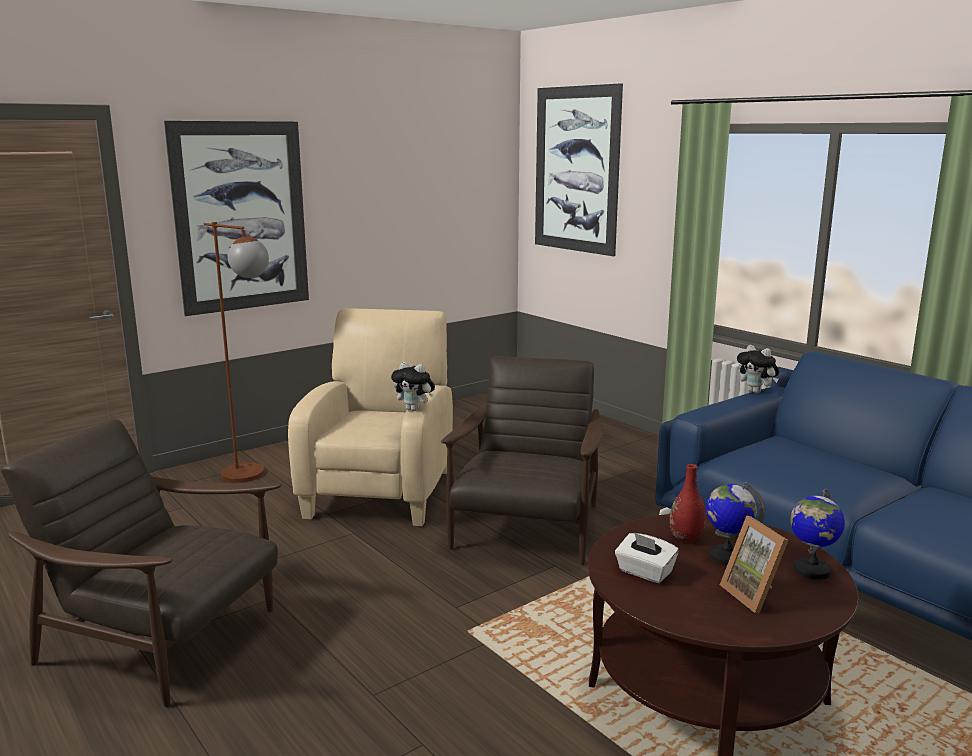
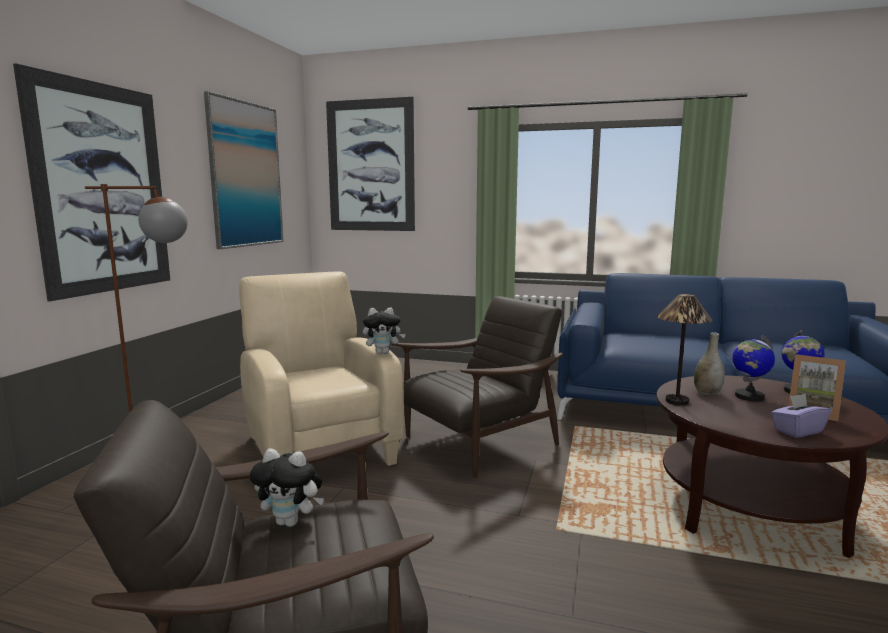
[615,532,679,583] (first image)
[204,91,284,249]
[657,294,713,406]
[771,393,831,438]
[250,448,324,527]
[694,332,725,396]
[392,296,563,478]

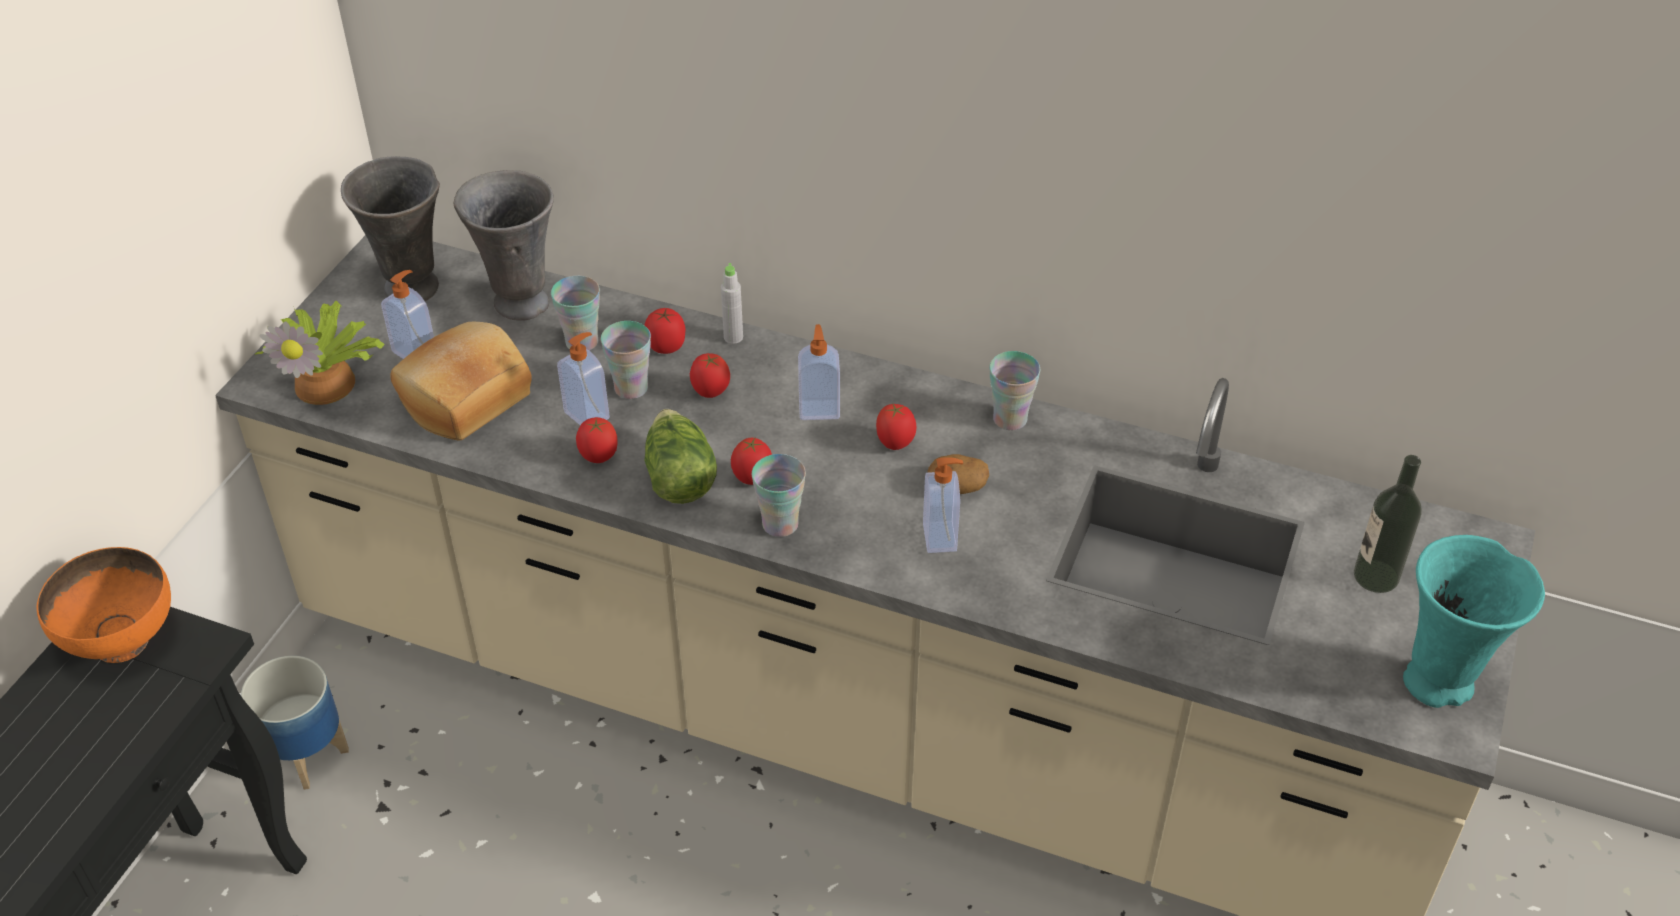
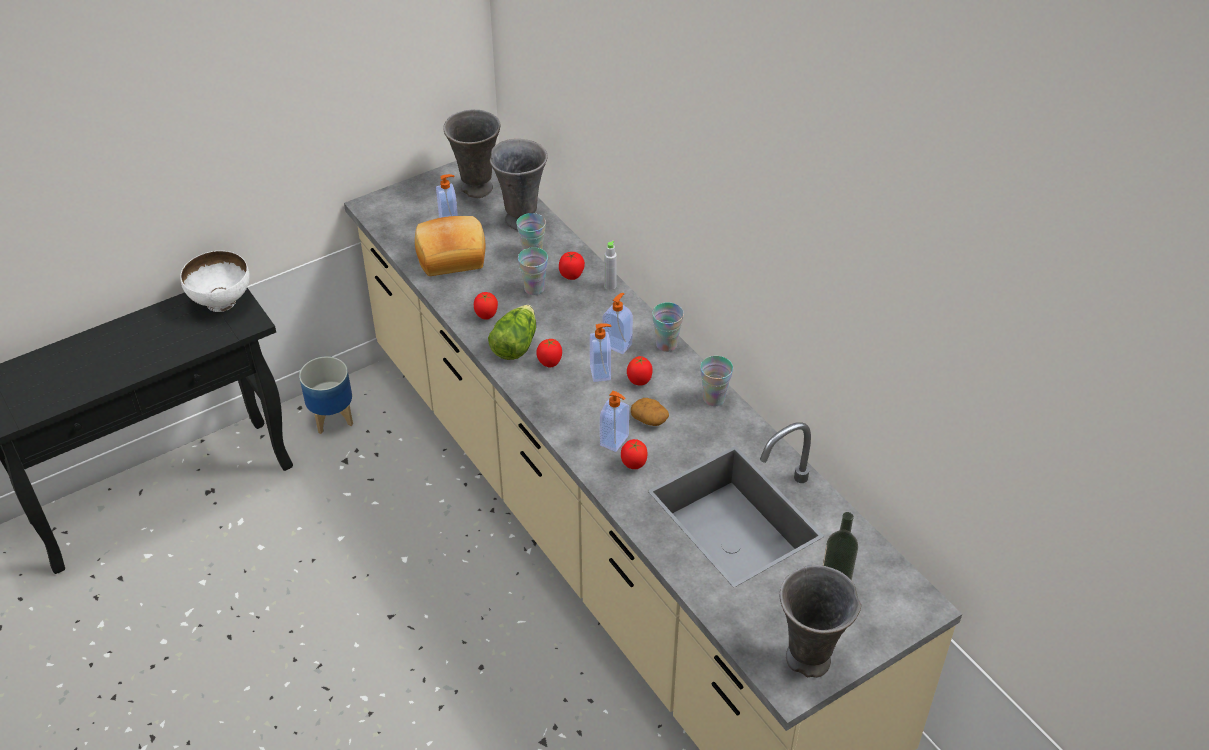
[254,301,385,405] (first image)
[590,323,612,382]
[621,439,648,469]
[652,303,684,352]
[180,251,250,312]
[780,565,861,678]

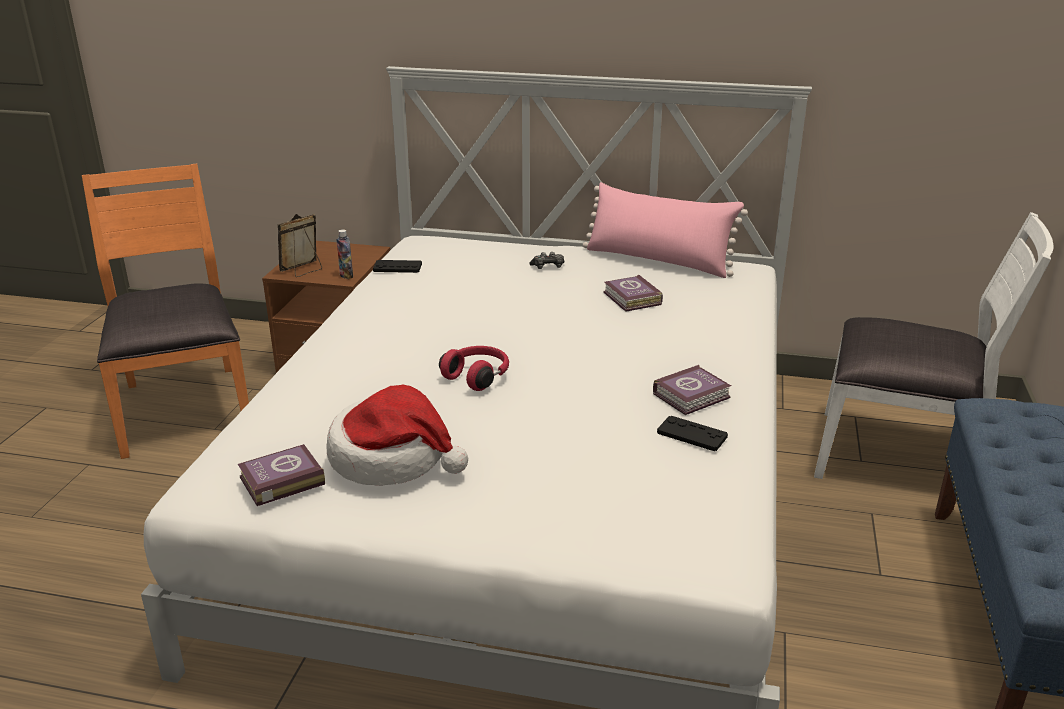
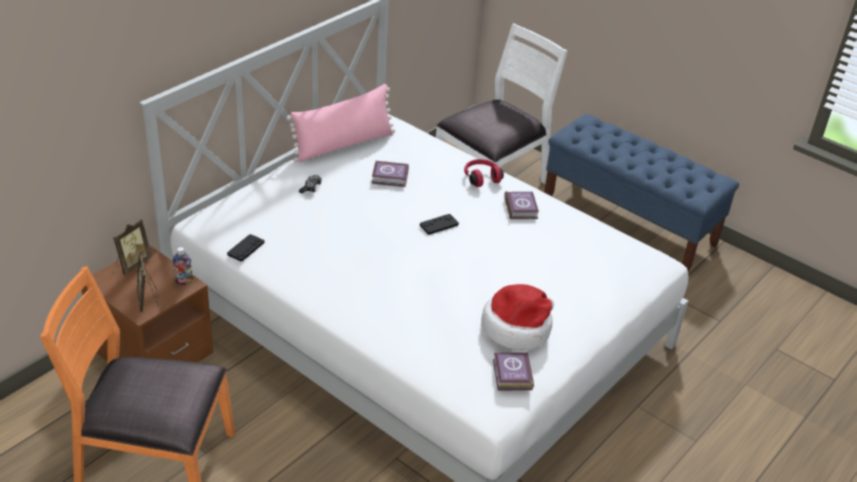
[113,219,152,275]
[464,159,504,187]
[420,214,459,235]

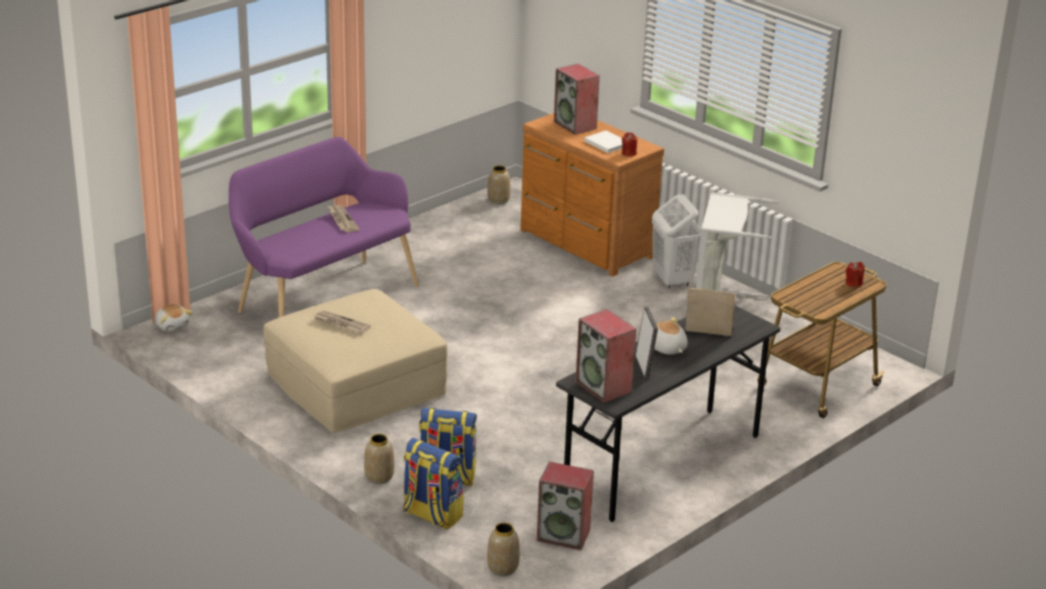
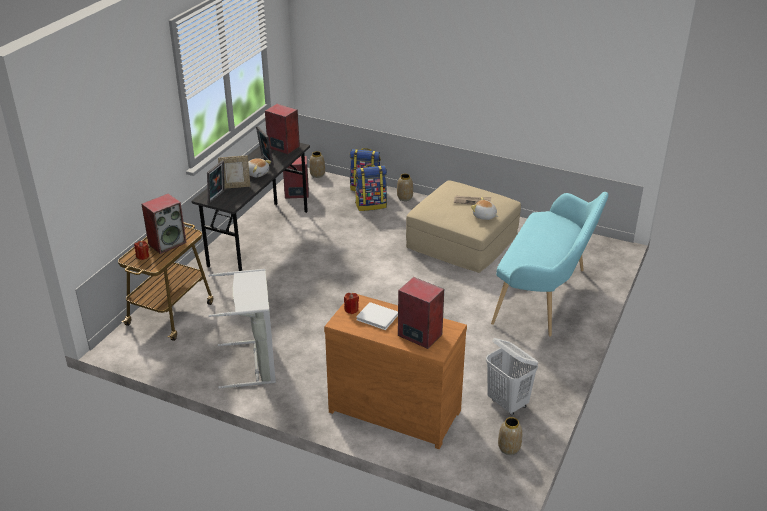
[328,205,359,232] (first image)
[142,193,186,254]
[207,161,225,203]
[471,197,498,220]
[486,338,538,416]
[491,192,608,336]

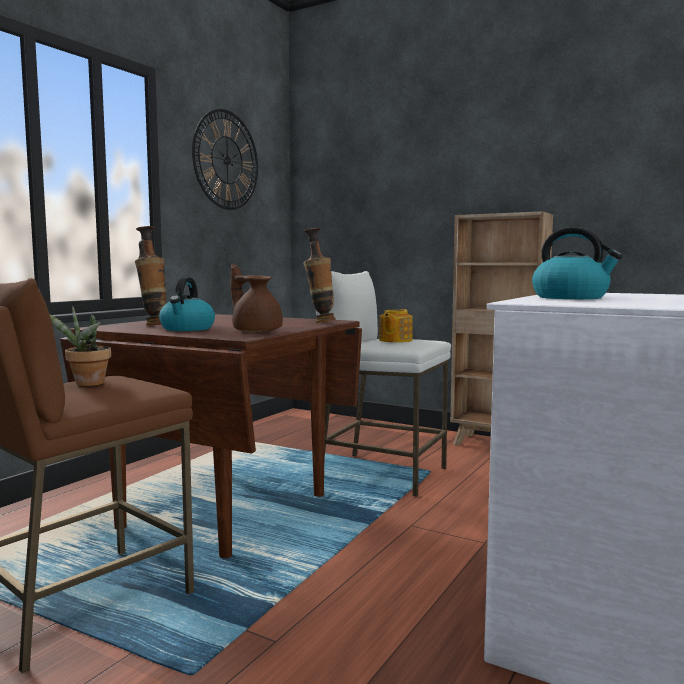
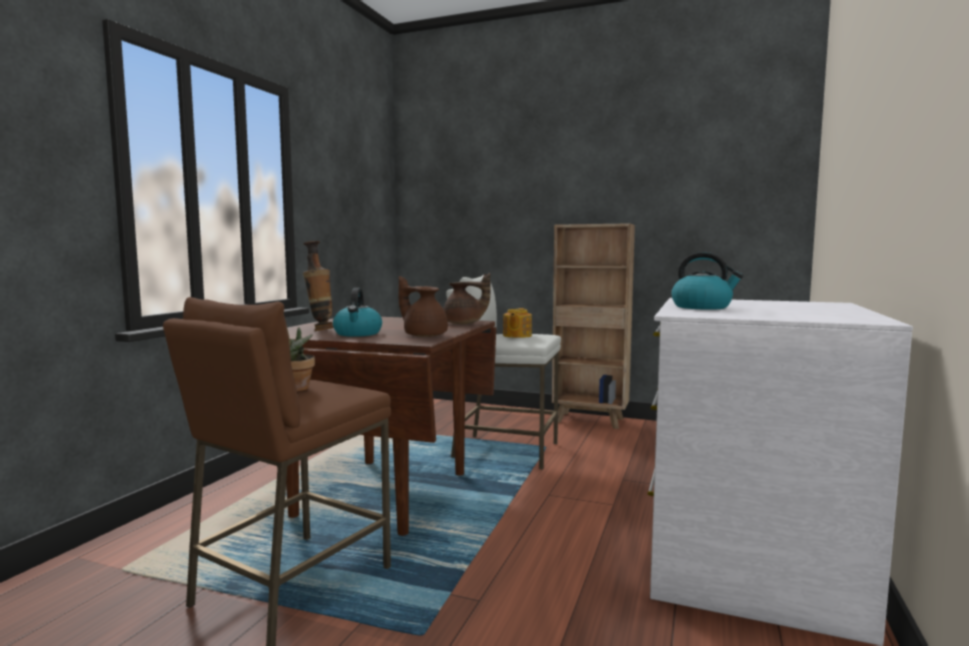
[192,109,258,210] (first image)
[444,273,491,324]

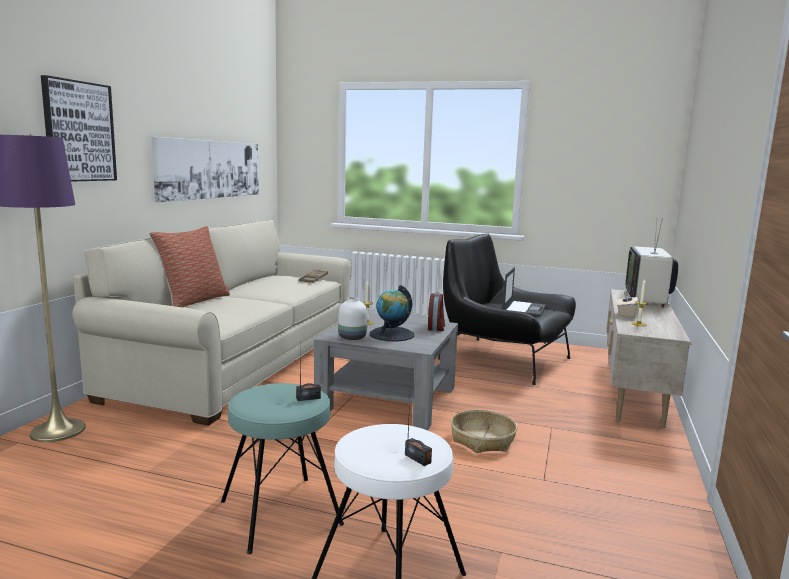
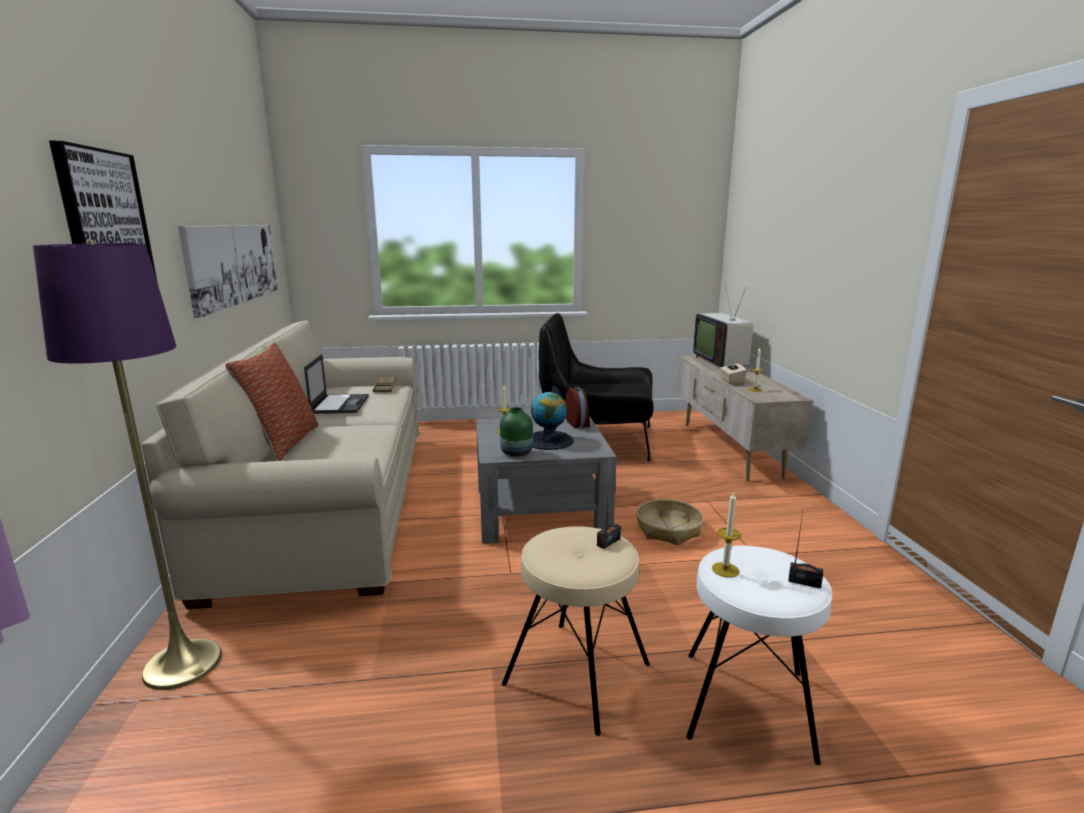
[712,492,741,578]
[304,354,369,414]
[502,526,650,736]
[500,407,533,457]

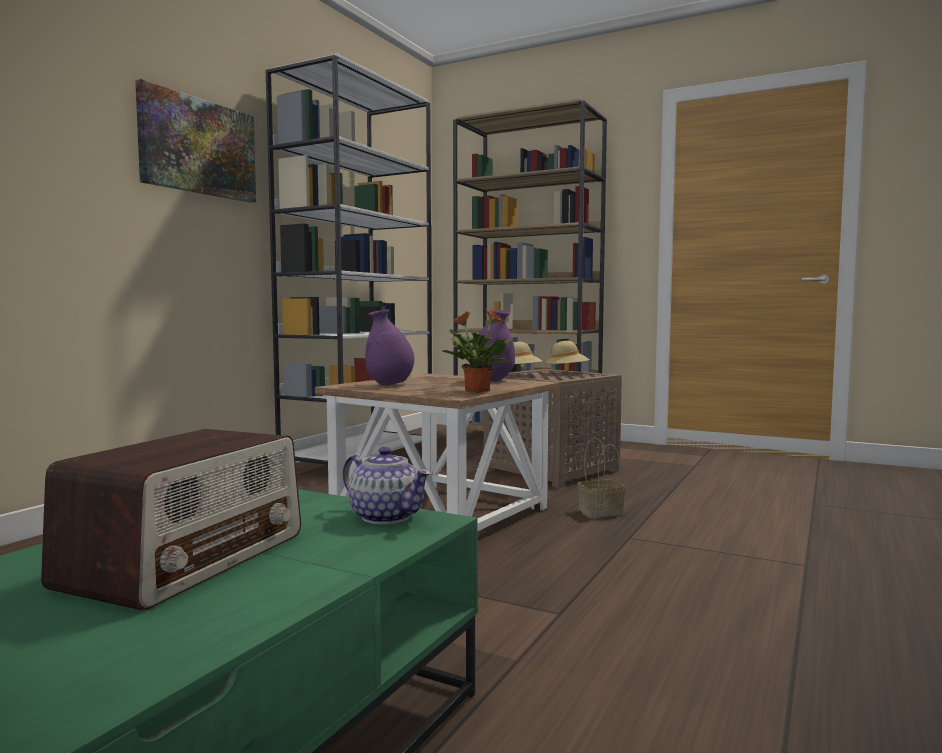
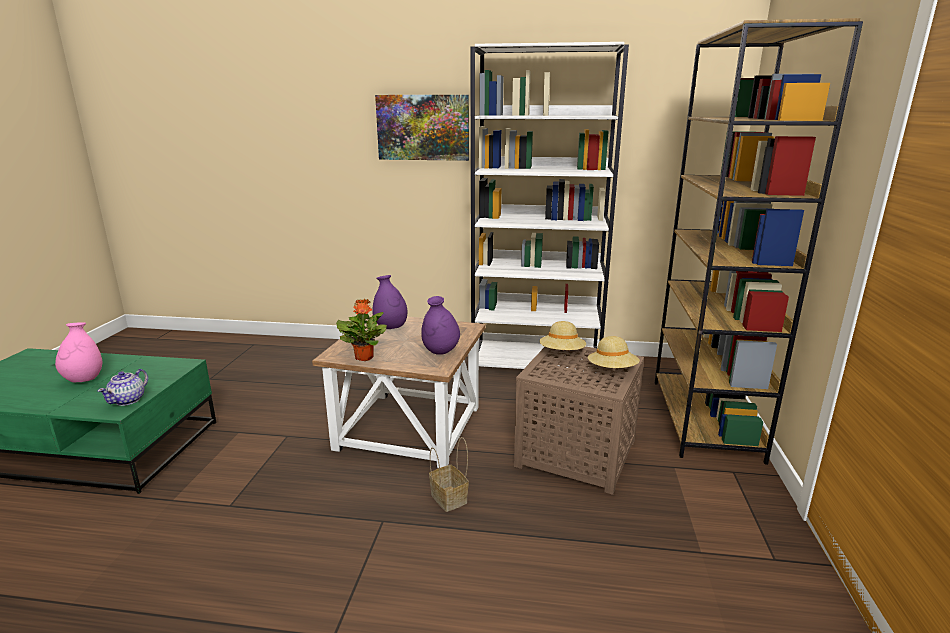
[55,322,102,382]

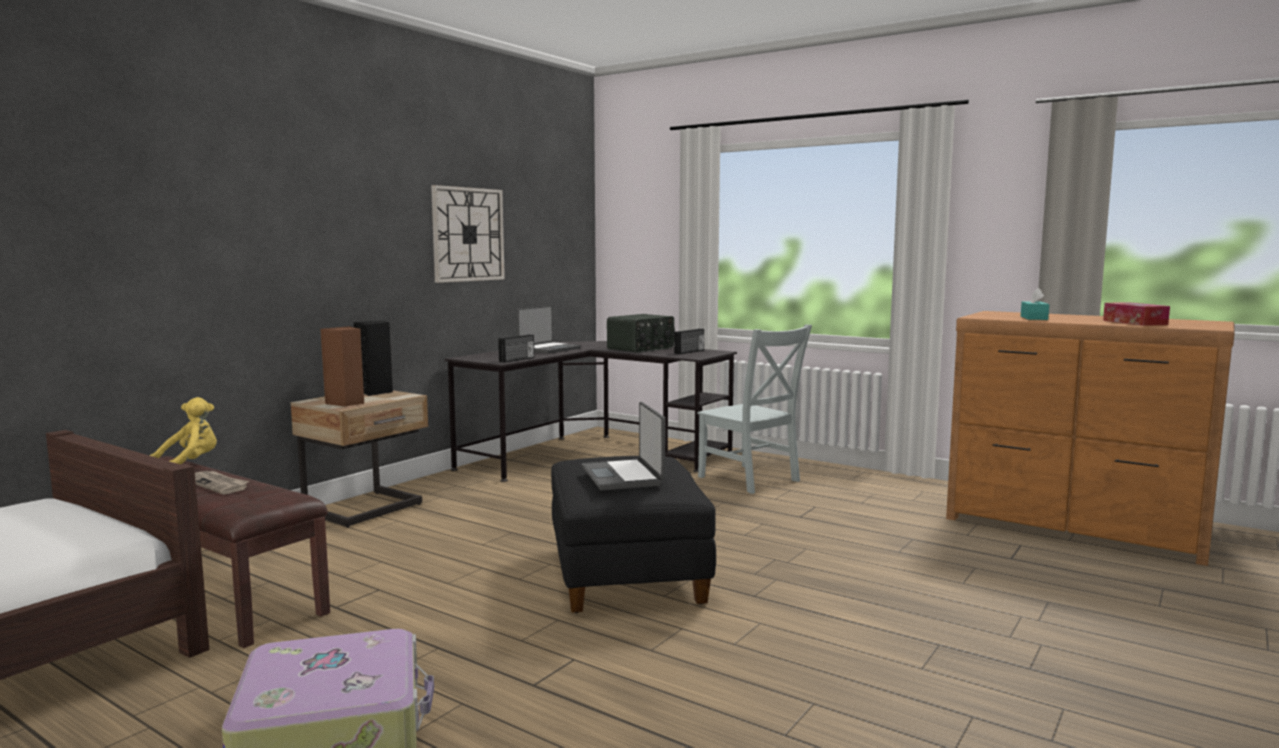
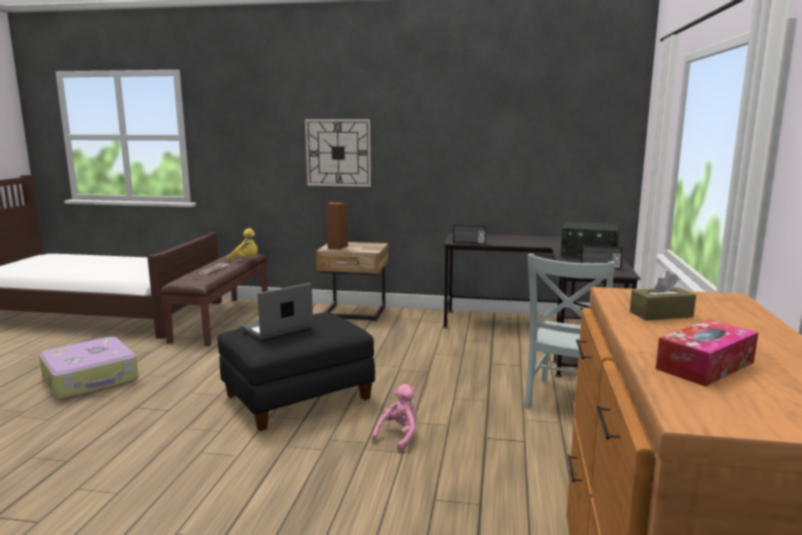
[354,321,393,396] (first image)
[517,306,581,354] (first image)
[372,384,417,451]
[305,119,371,187]
[630,271,696,320]

